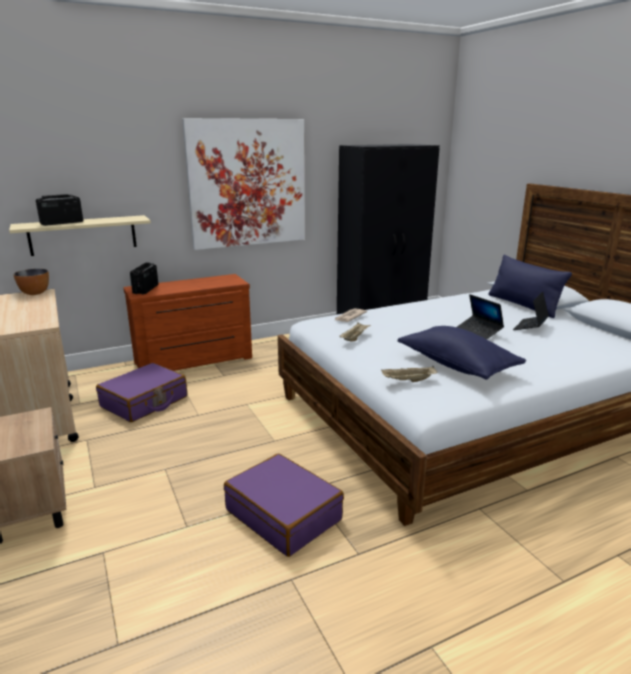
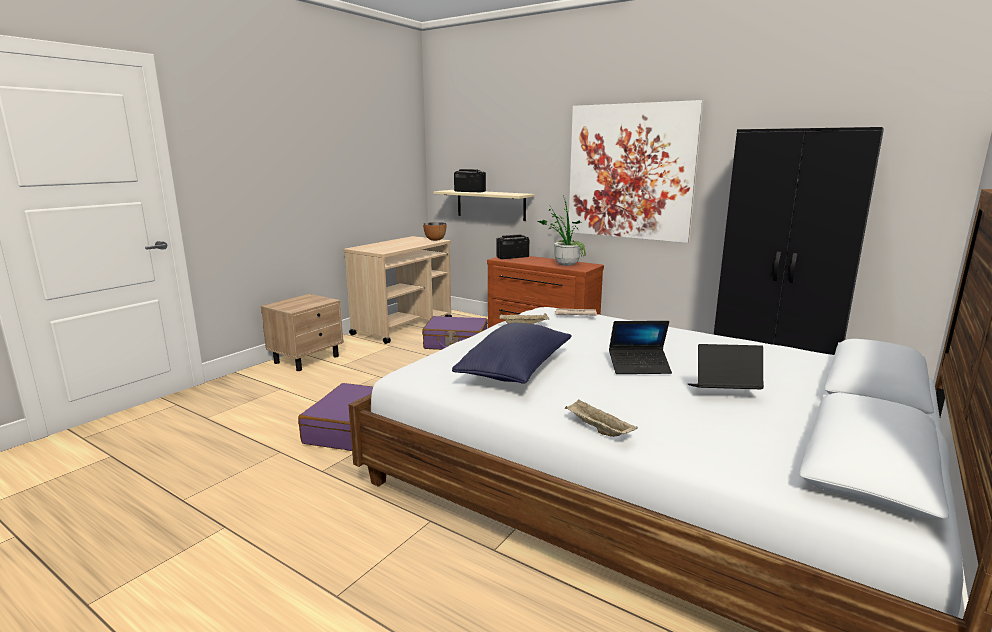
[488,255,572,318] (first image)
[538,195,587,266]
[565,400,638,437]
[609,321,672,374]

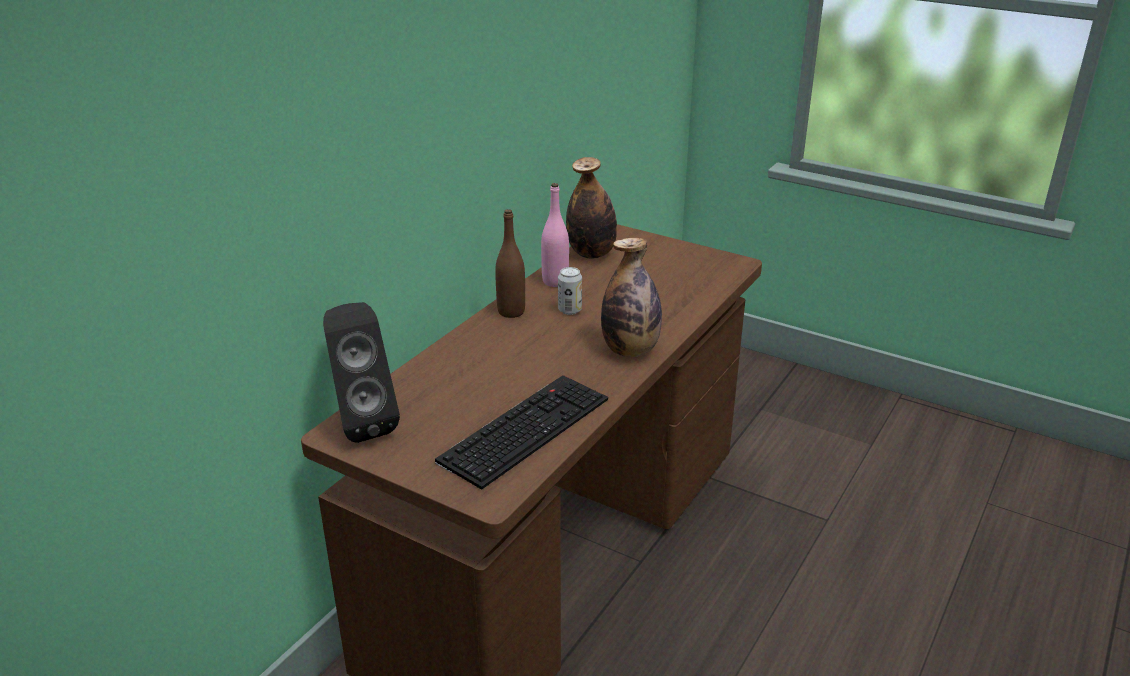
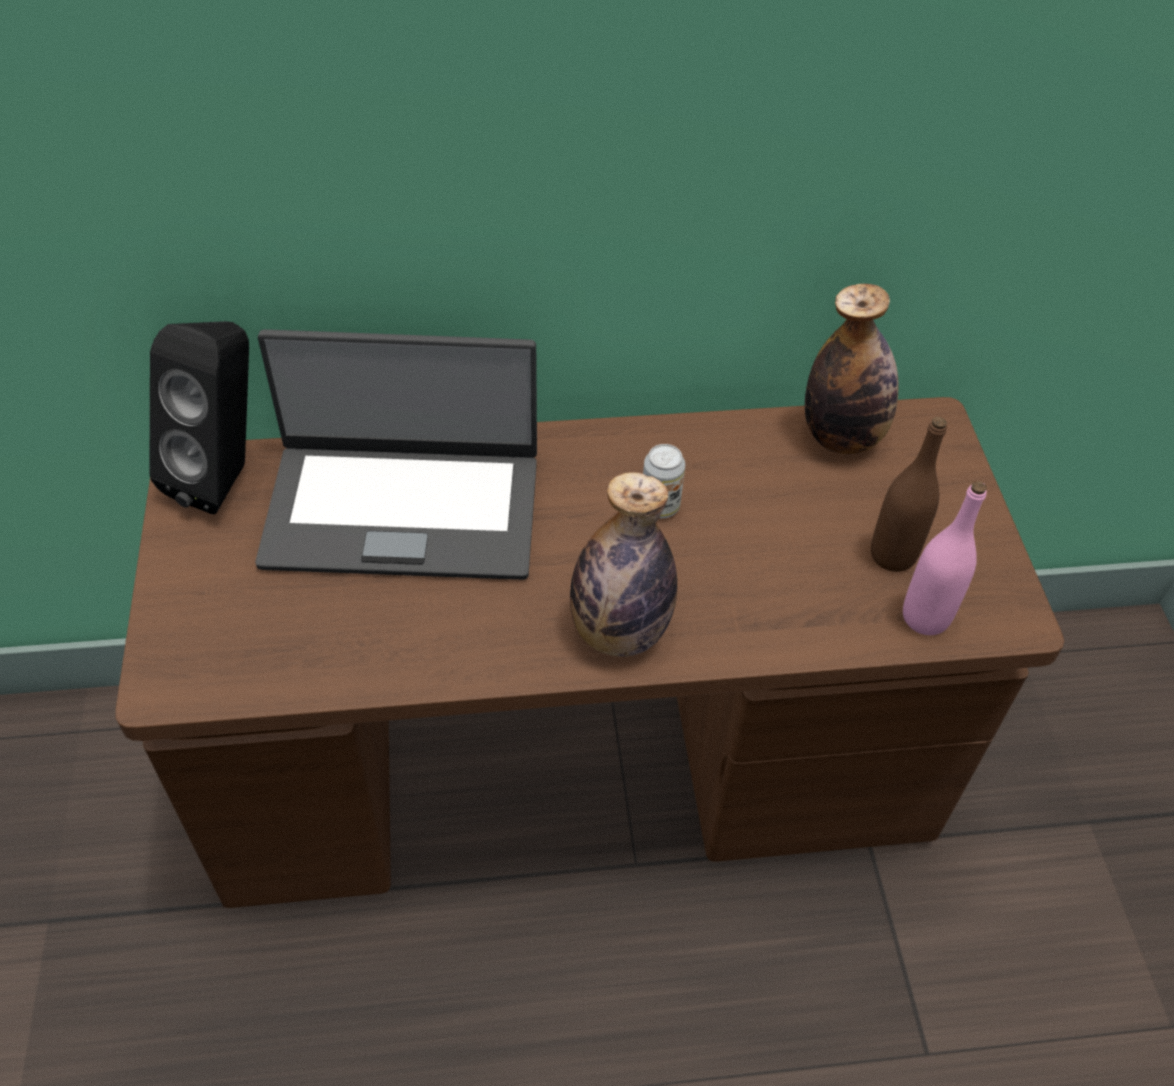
[435,375,608,490] (first image)
[255,329,537,580]
[871,417,947,572]
[903,481,987,635]

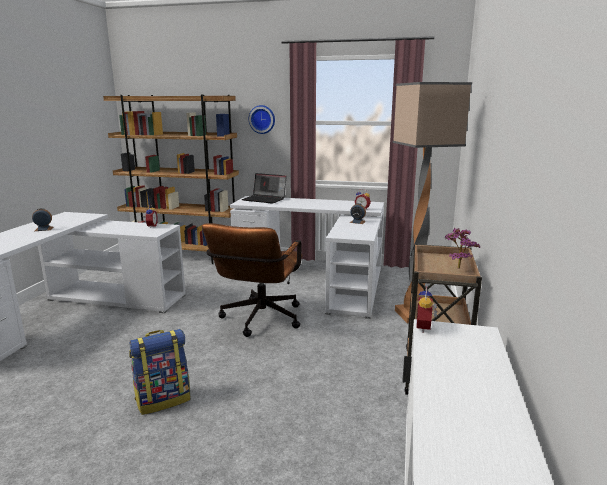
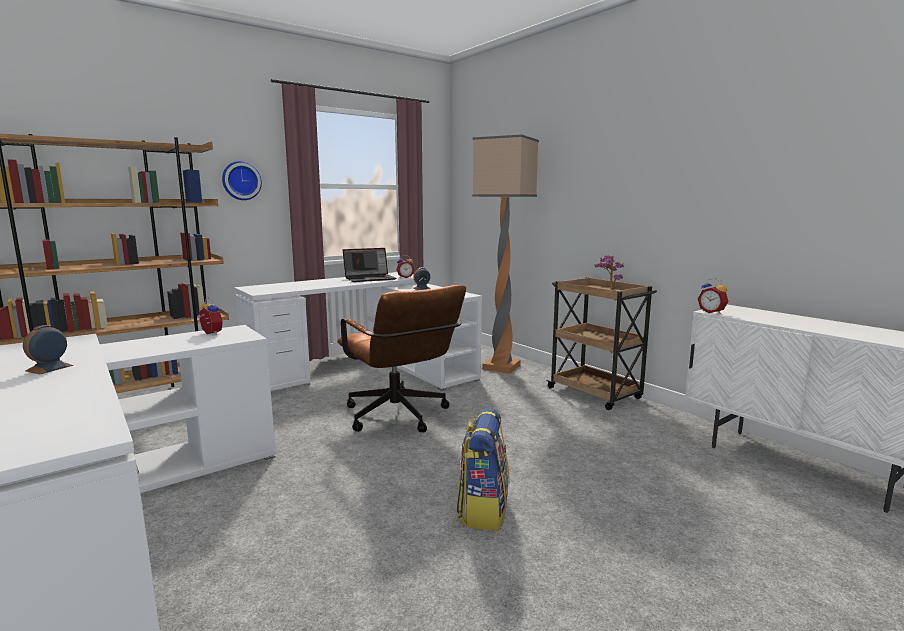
[342,248,396,282]

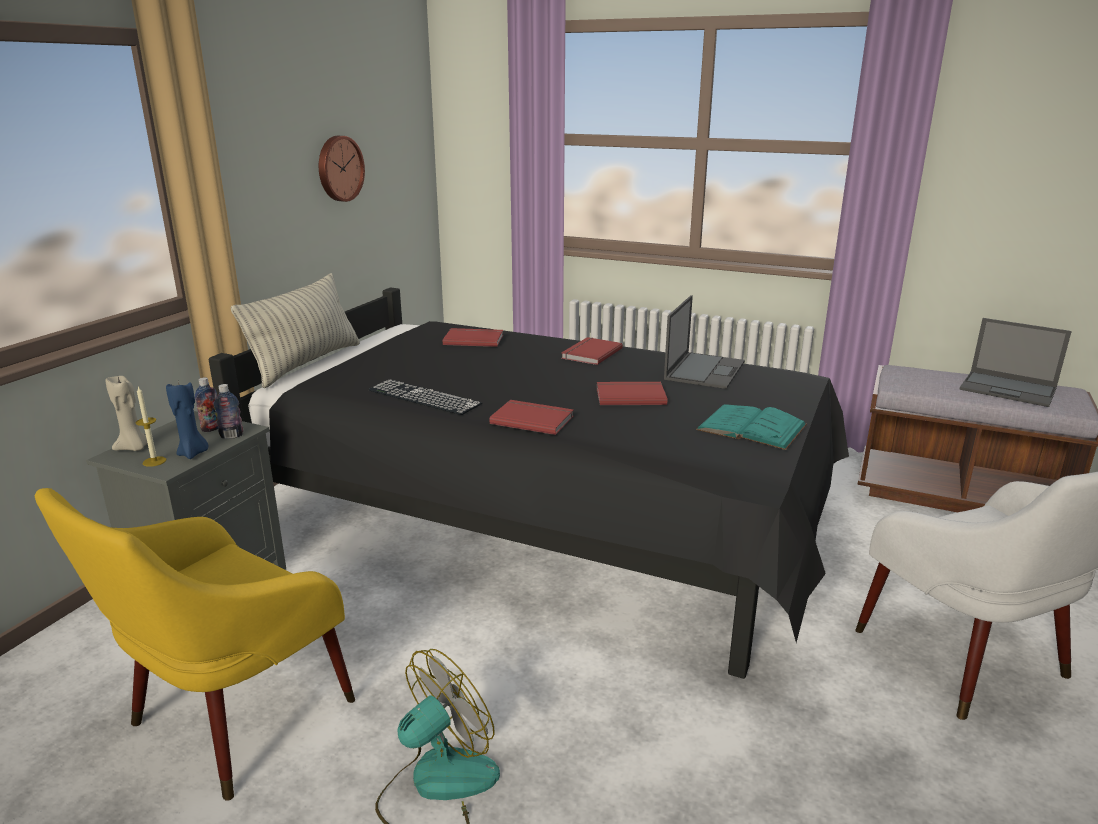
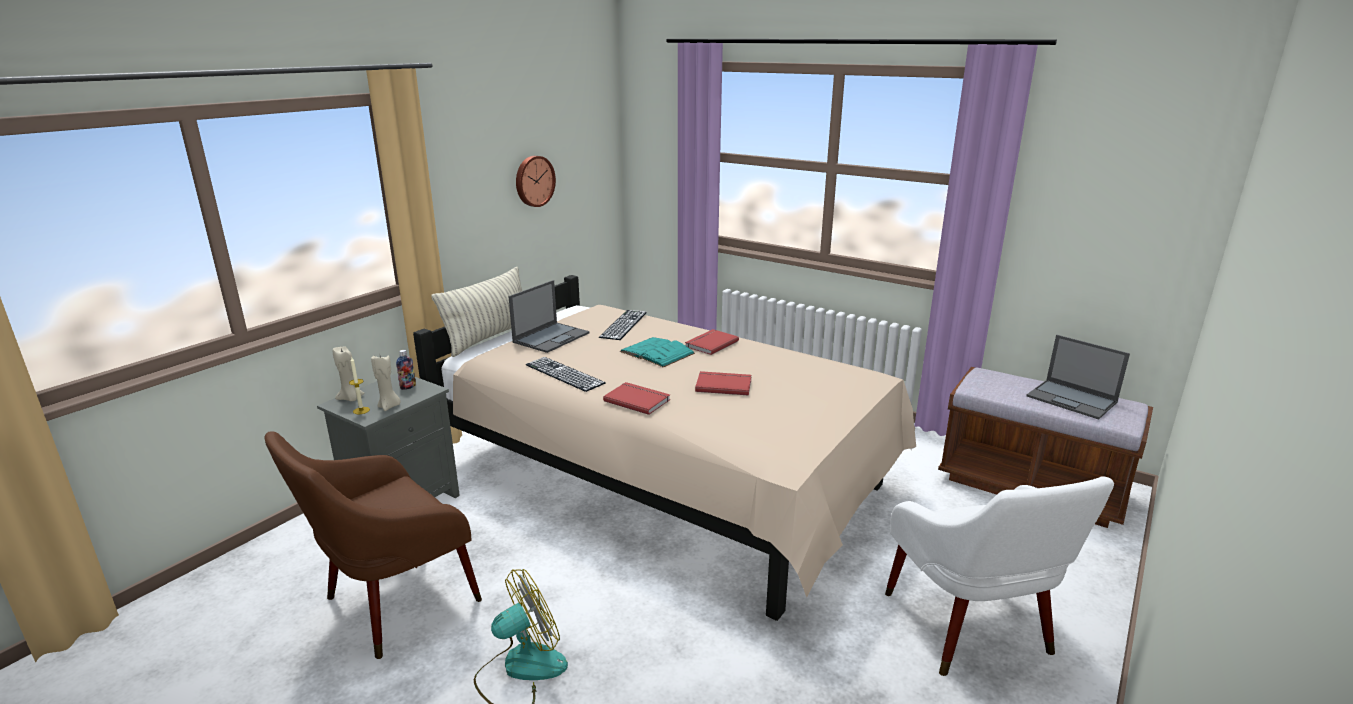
[214,384,244,439] (first image)
[508,280,590,353]
[620,337,695,367]
[599,310,647,340]
[264,431,482,659]
[371,355,401,411]
[413,275,916,621]

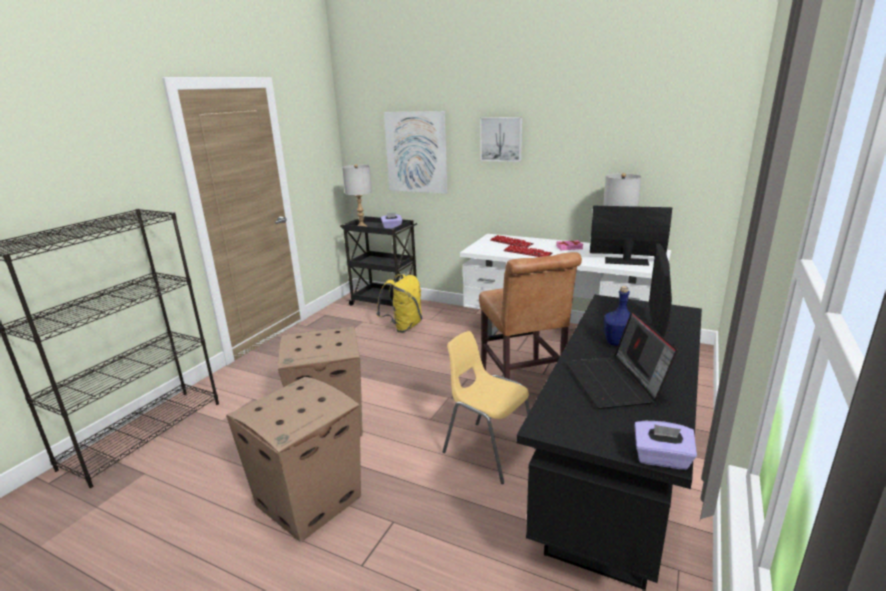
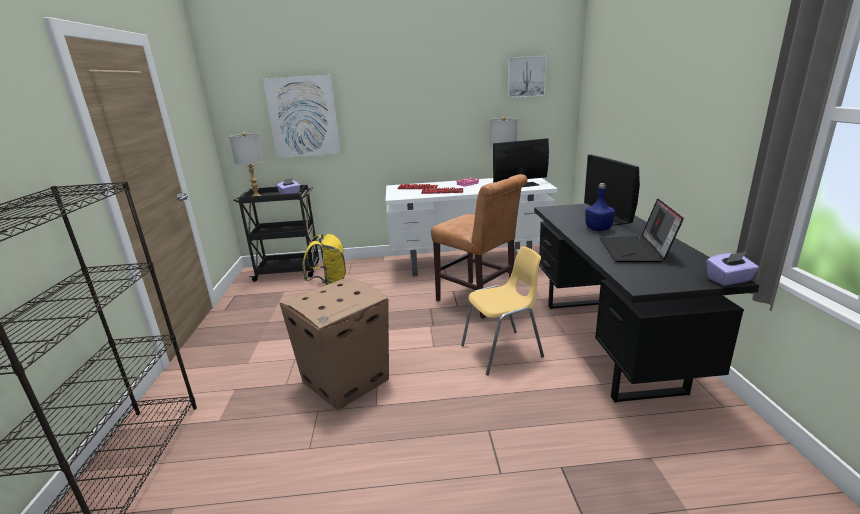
[226,377,361,542] (first image)
[507,56,546,98]
[461,246,544,375]
[600,198,684,262]

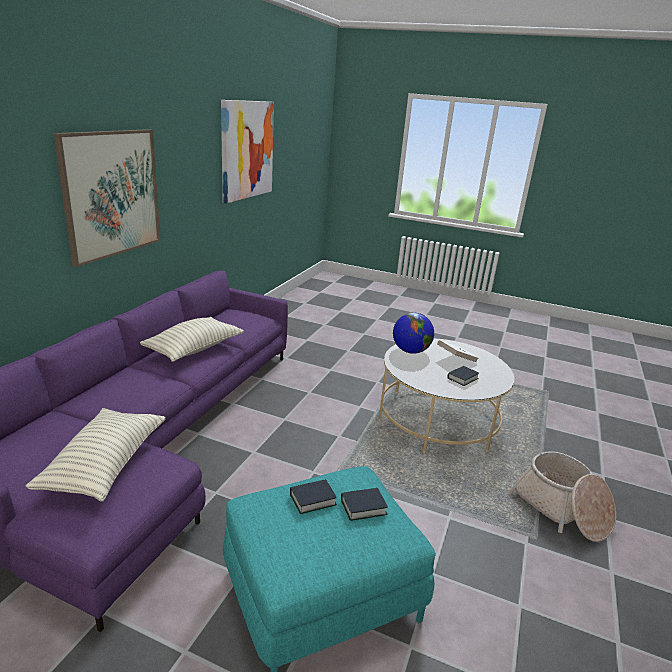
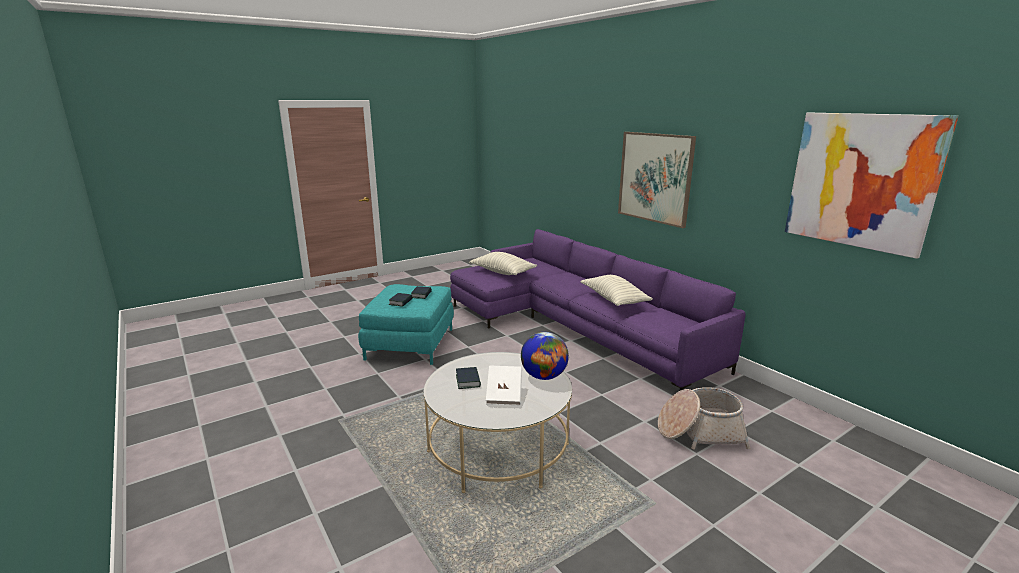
[658,387,750,450]

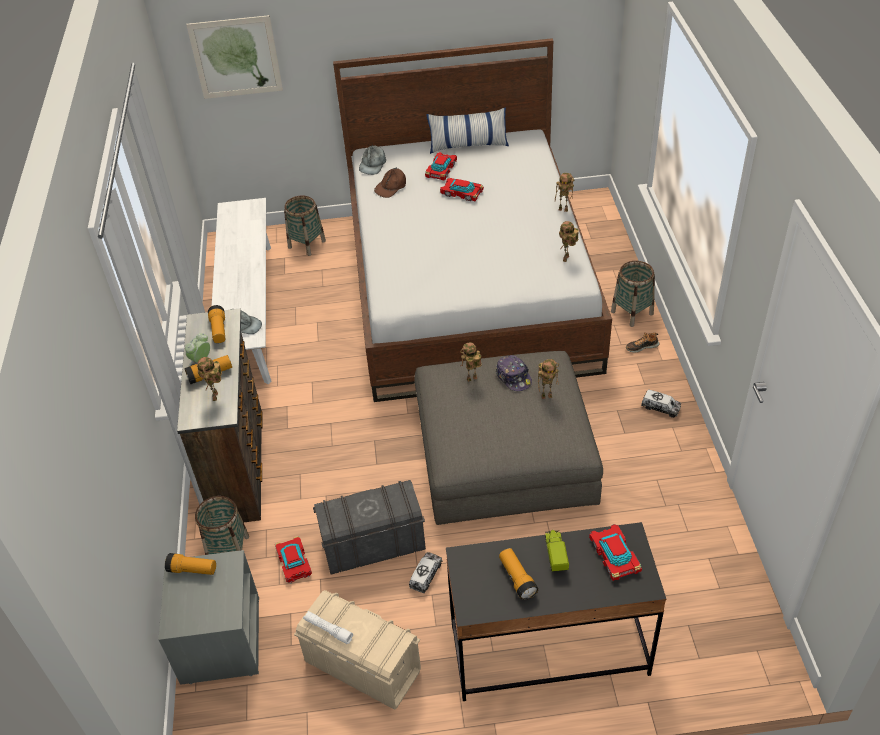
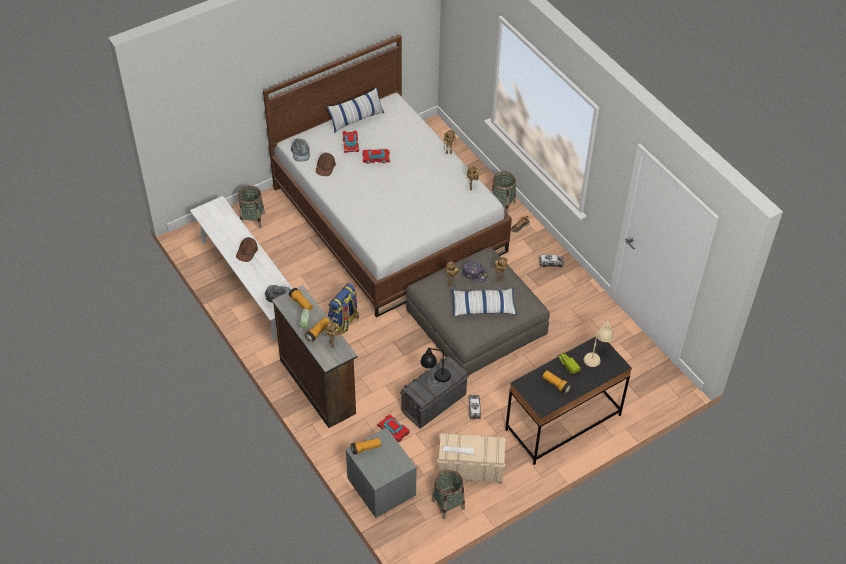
[186,15,283,99] (first image)
[236,237,258,262]
[328,283,359,335]
[420,347,451,382]
[451,288,517,317]
[432,470,465,519]
[584,319,613,367]

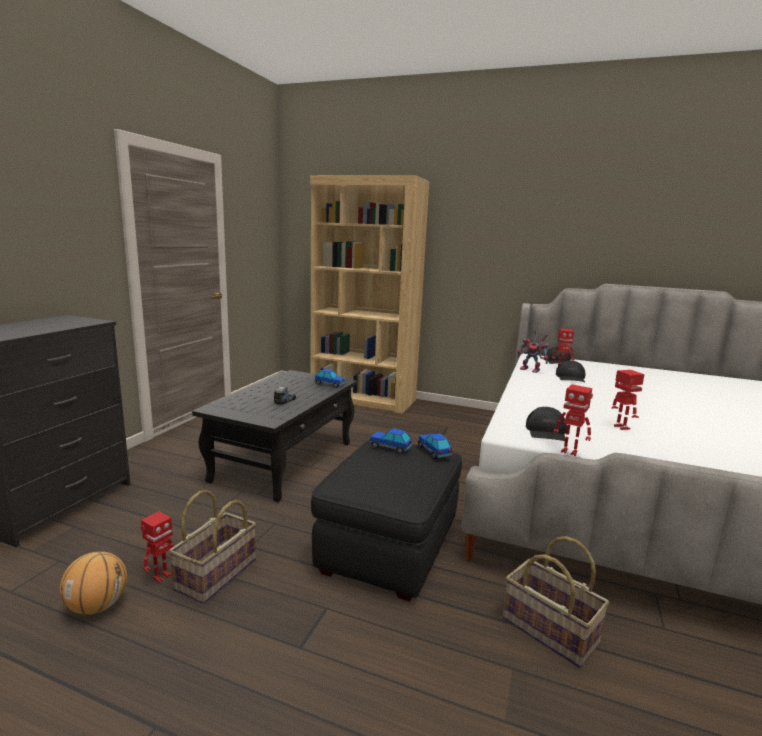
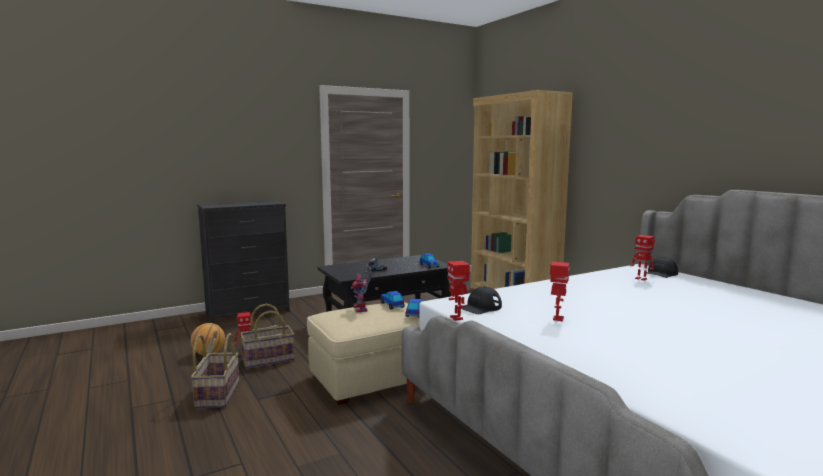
[556,360,586,382] (first image)
[191,333,239,408]
[351,264,372,312]
[307,302,419,405]

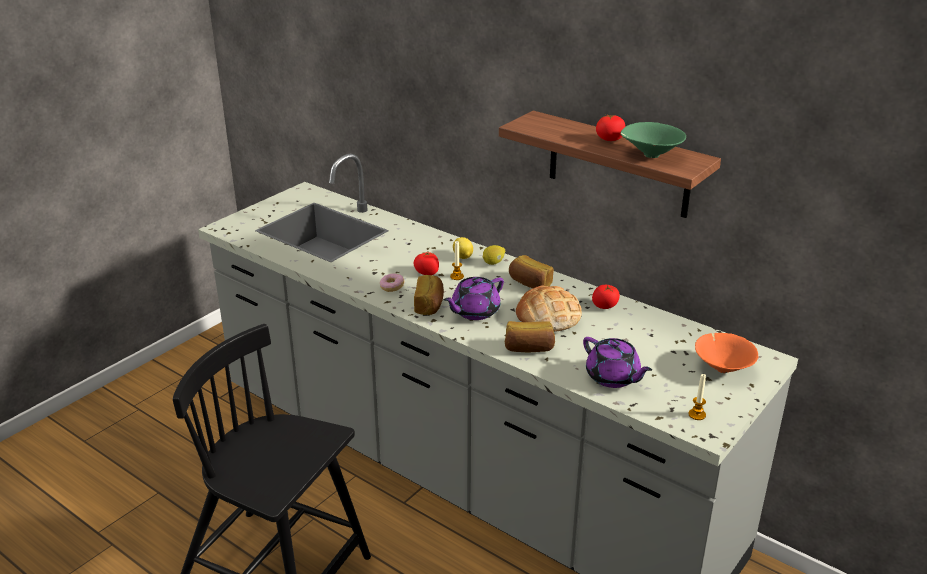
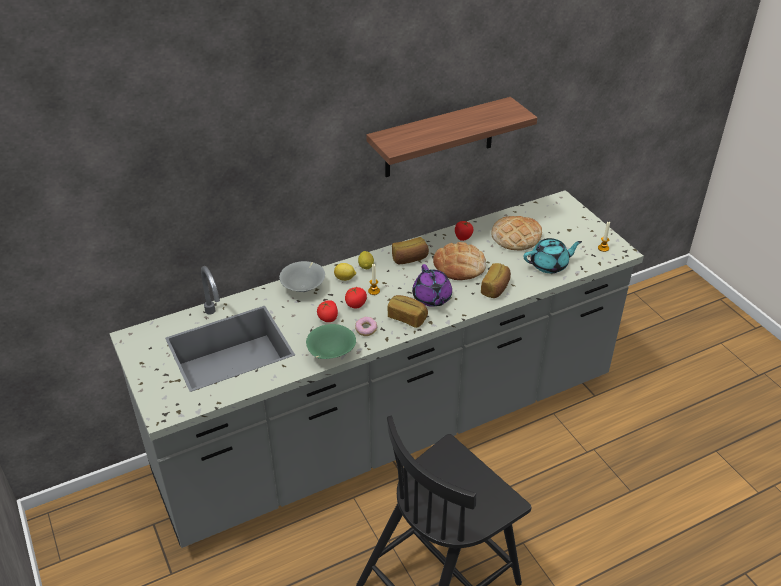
[695,333,759,373] (first image)
[279,261,325,292]
[491,216,542,251]
[317,300,338,322]
[306,324,356,359]
[524,238,582,273]

